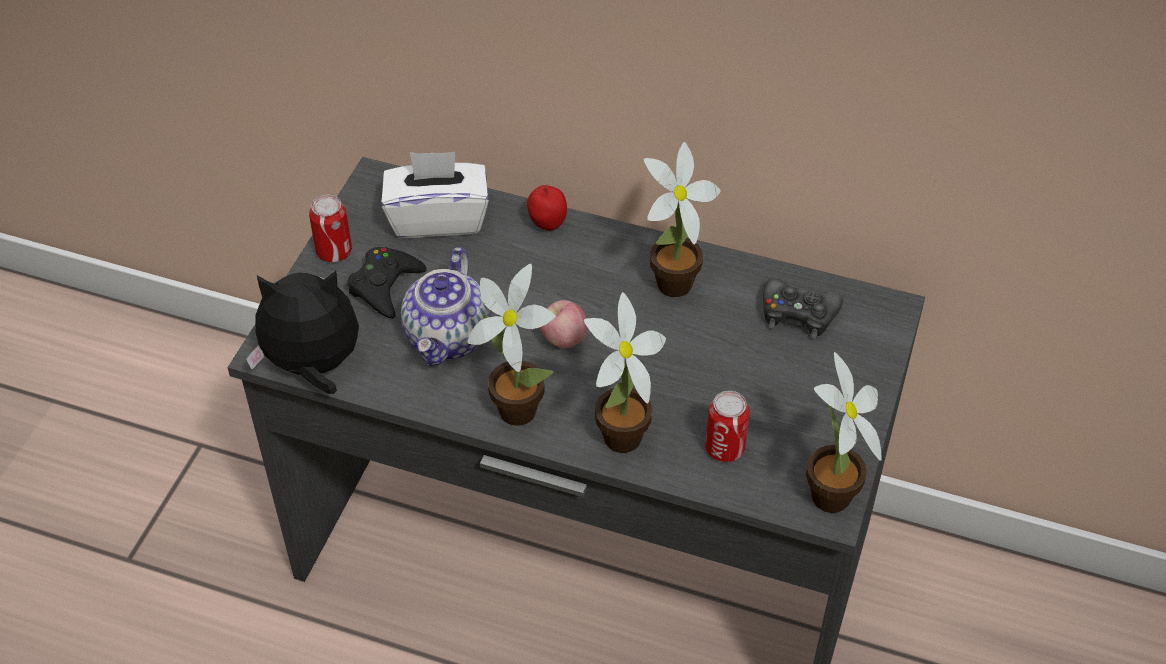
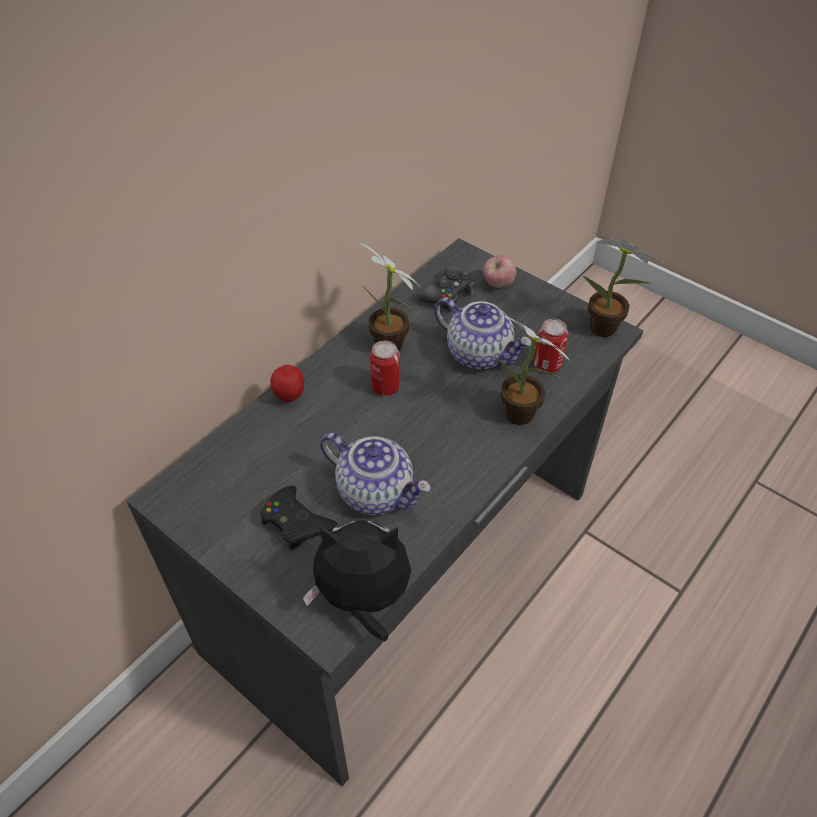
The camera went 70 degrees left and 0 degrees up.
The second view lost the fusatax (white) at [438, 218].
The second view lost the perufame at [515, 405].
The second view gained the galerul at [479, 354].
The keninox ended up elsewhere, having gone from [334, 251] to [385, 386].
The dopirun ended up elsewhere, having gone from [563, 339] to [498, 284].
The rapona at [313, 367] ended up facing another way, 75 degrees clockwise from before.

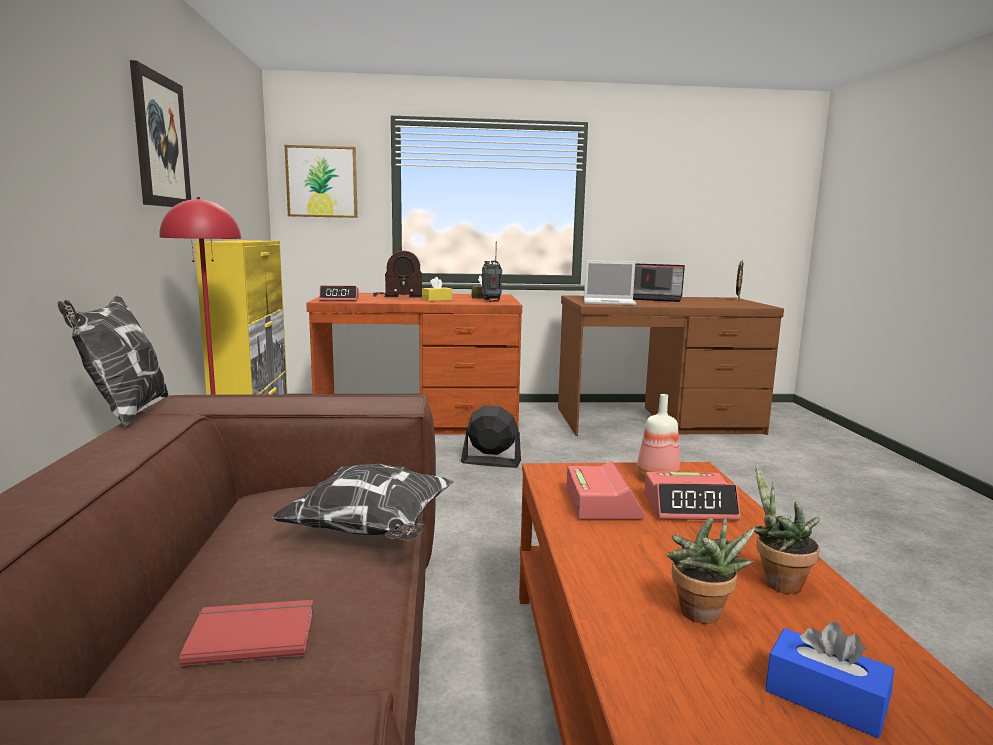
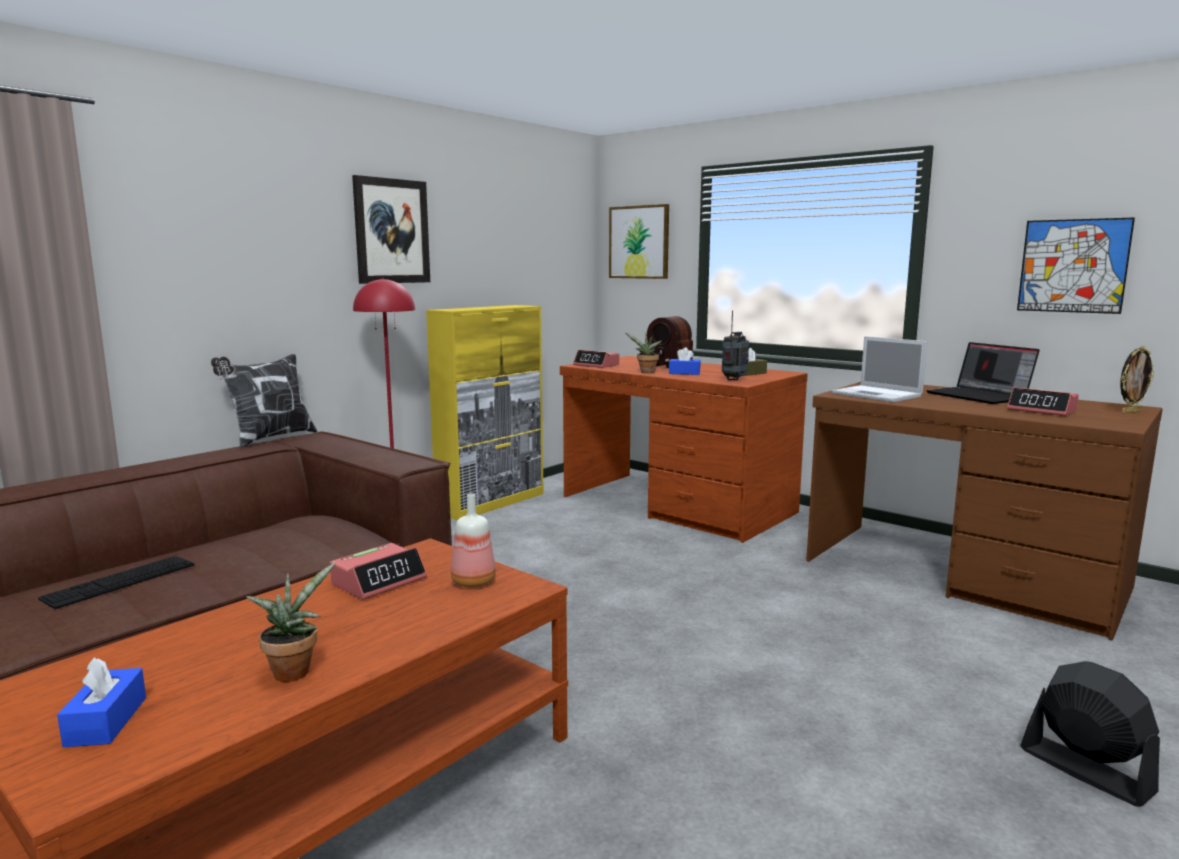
The camera went 45 degrees right and 0 degrees up.
The second view lost the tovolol at [372, 531].
The second view gained the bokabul at [1073, 266].
The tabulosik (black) ended up elsewhere, having gone from [490, 462] to [1085, 770].
The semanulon ended up elsewhere, having gone from [689, 508] to [1042, 410].
The perufame ended up elsewhere, having gone from [702, 617] to [646, 372].
Where the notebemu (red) stood at [252, 634], the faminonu came to stand at [120, 581].
What was the fusatax (yellow) at [437, 300] turned into the fusatax (blue) at [684, 373].

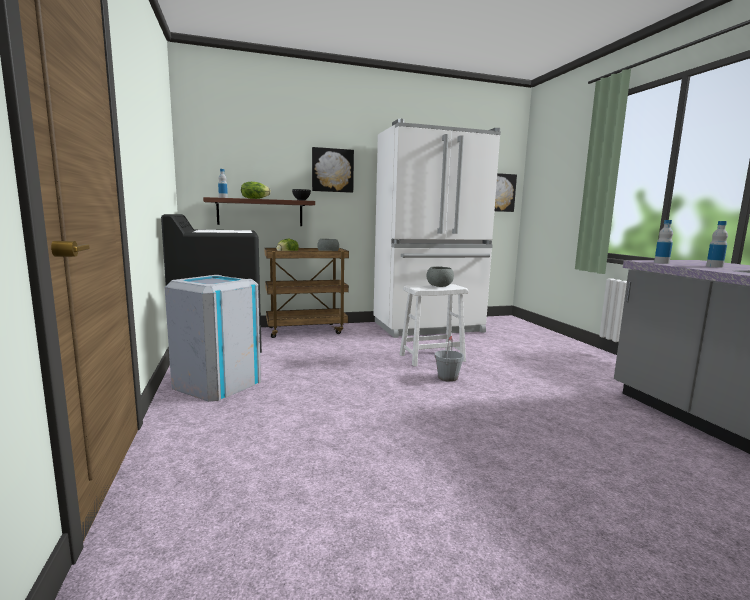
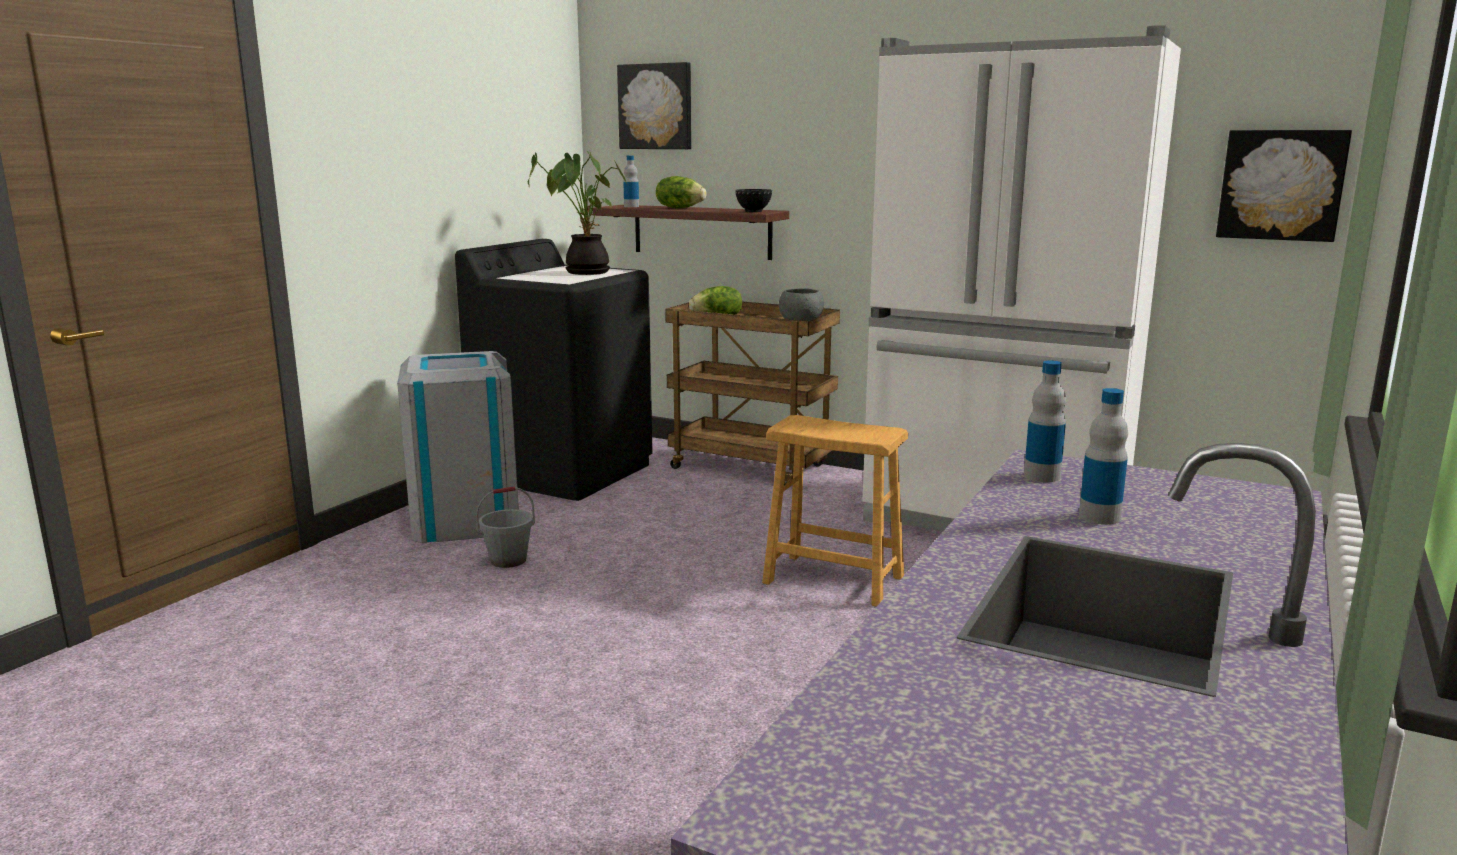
The camera went 45 degrees right and 5 degrees up.
The second view lost the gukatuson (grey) at [439, 286].
The second view gained the perufame at [584, 272].
The bokabul ended up elsewhere, having gone from [332, 170] to [656, 107].
The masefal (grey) ended up elsewhere, having gone from [448, 378] to [508, 560].
What was the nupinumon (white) at [431, 358] turned into the nupinumon (brown) at [833, 579].

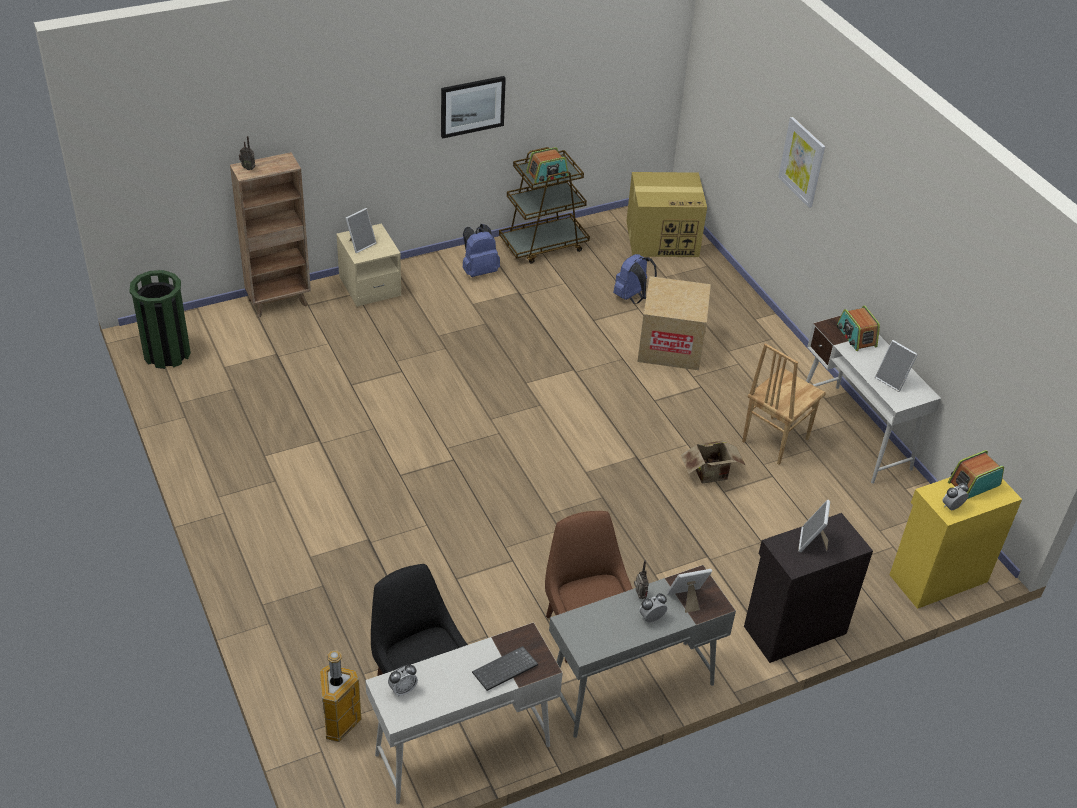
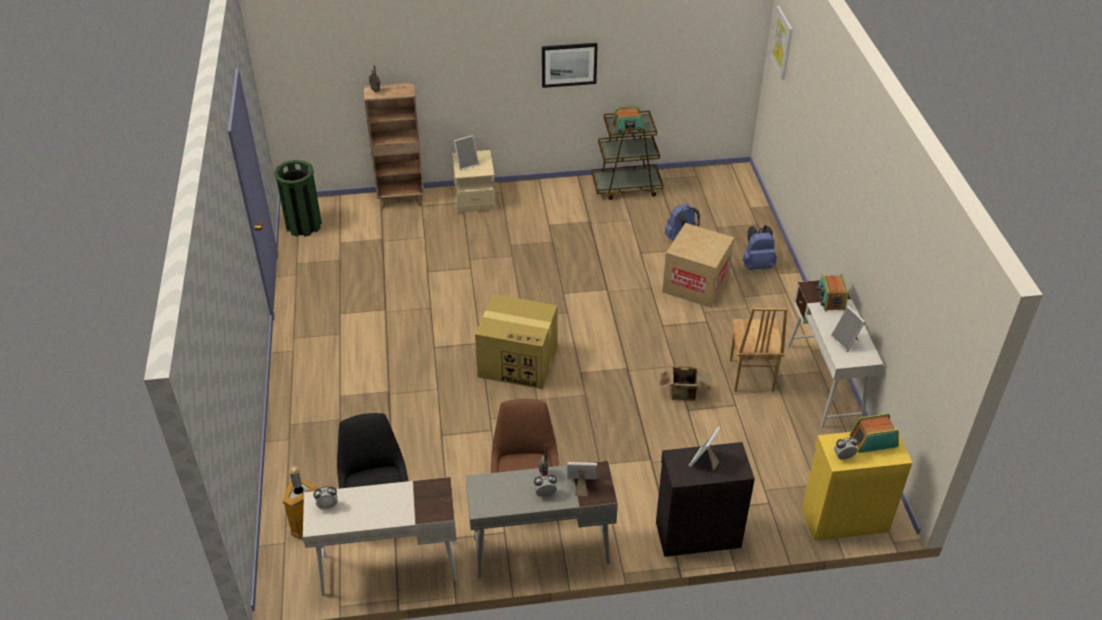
The camera went 20 degrees right and 0 degrees up.
The second view lost the faminonu at [505, 670].
The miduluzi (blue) ended up elsewhere, having gone from [479, 271] to [757, 265].
The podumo ended up elsewhere, having gone from [663, 238] to [519, 362].
The bokabul ended up elsewhere, having gone from [802, 162] to [781, 43].
The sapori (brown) at [774, 440] ended up facing another way, 60 degrees counterclockwise from before.

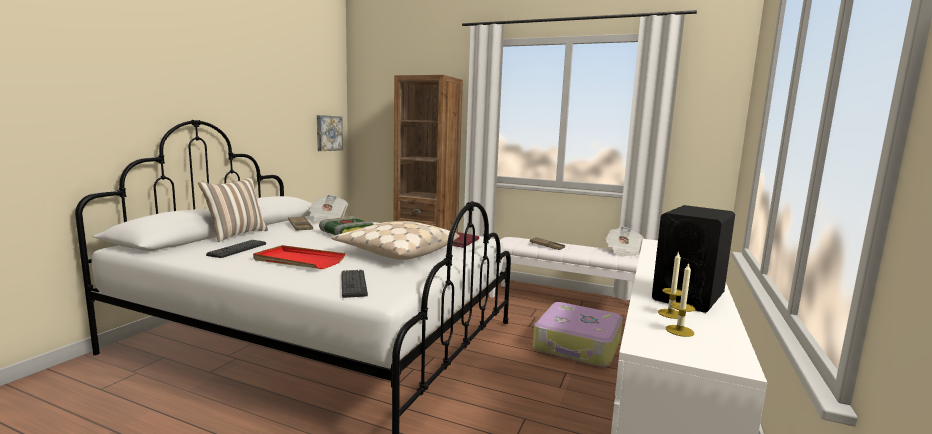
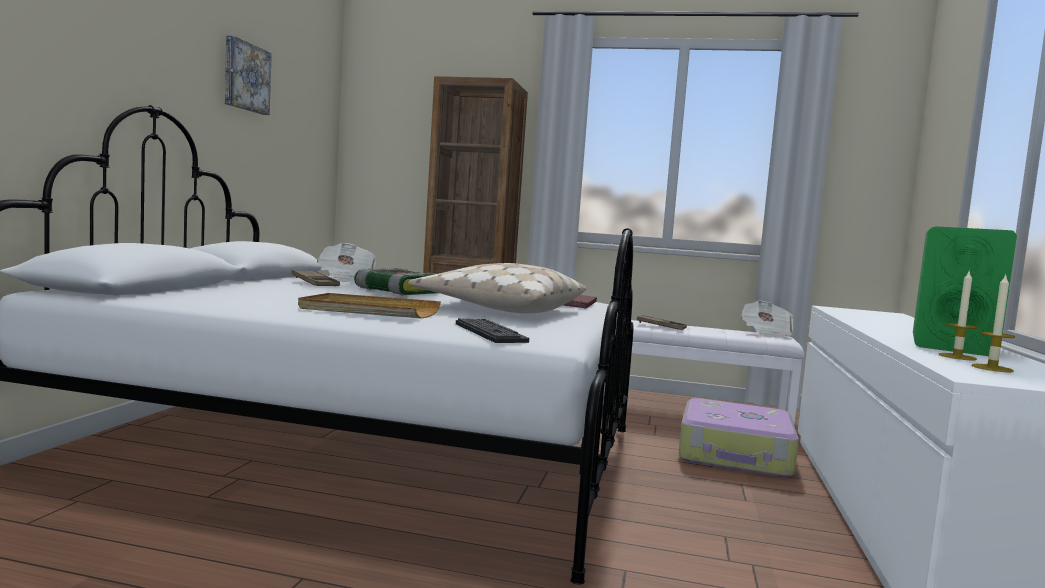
The camera went 10 degrees left and 5 degrees down.
The second view lost the tovolol at [236, 235].
The second view lost the faminonu at [237, 249].
The bokabul ended up elsewhere, having gone from [328, 133] to [245, 77].
What was the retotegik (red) at [298, 260] turned into the retotegik (beige) at [369, 311].
What was the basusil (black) at [688, 296] turned into the basusil (green) at [951, 346].

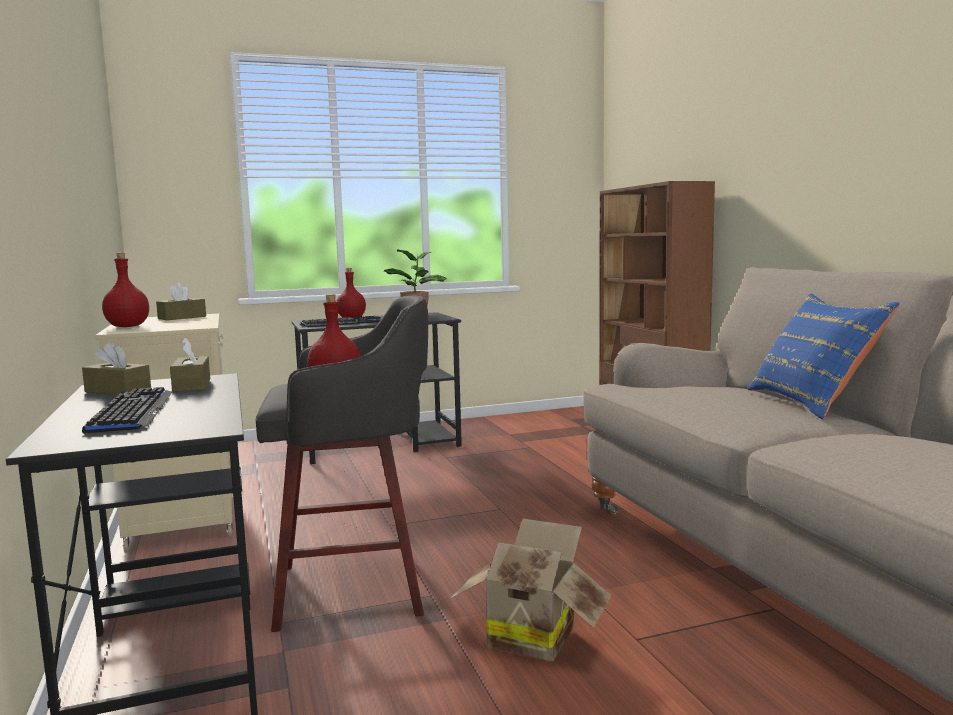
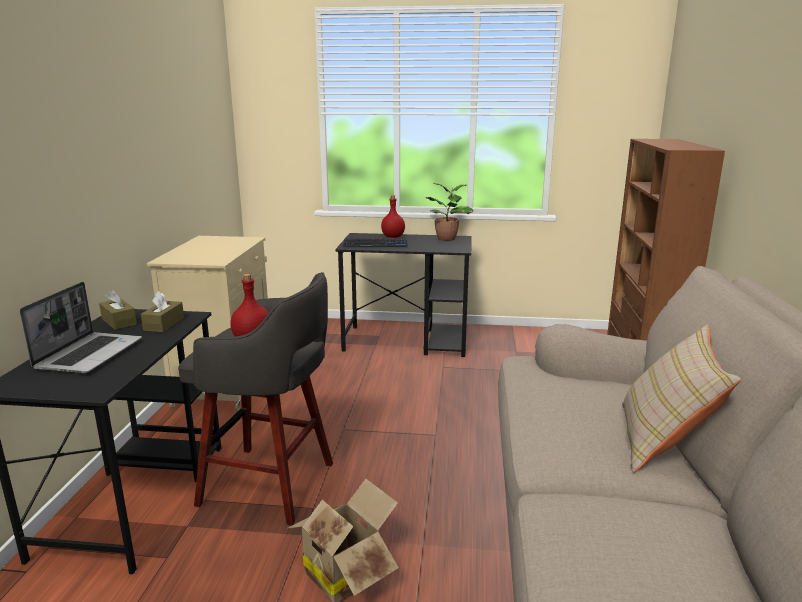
The camera went 25 degrees right and 10 degrees up.
The second view lost the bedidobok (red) at [128, 326].
The second view lost the fusatax (brown) at [182, 317].
Where the faminonu stood at [132, 412], the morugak came to stand at [89, 354].
What was the tovolol (blue) at [813, 402] turned into the tovolol (beige) at [663, 441].

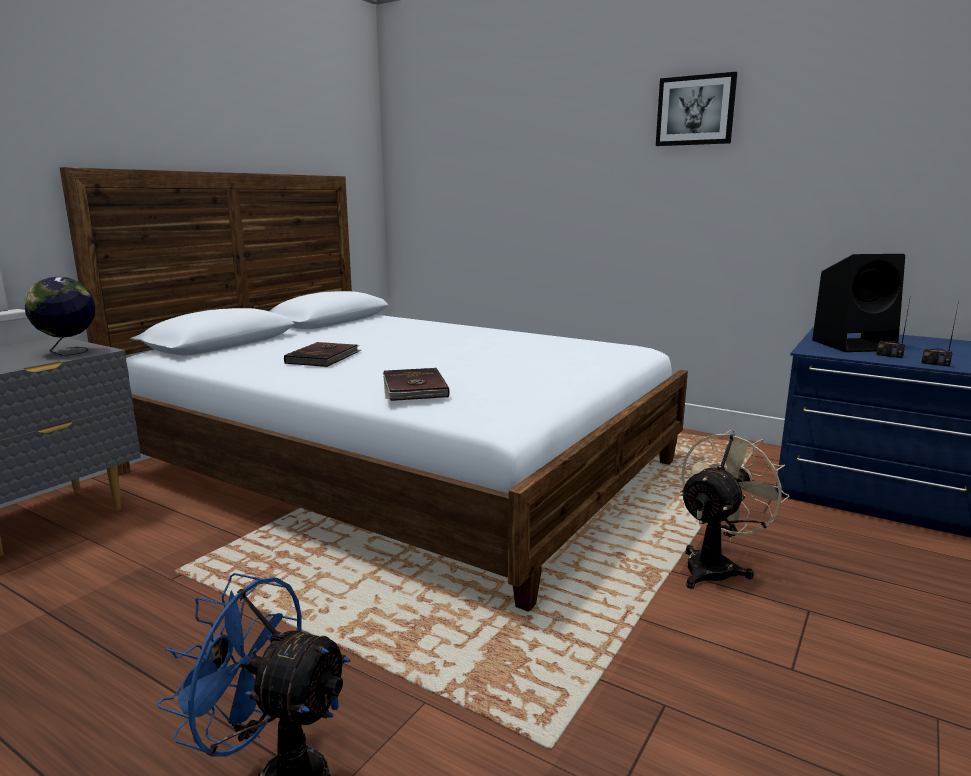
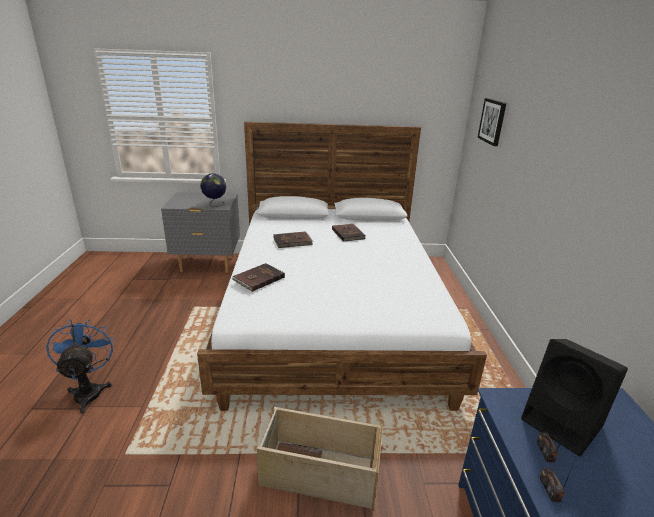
The camera went 55 degrees right and 10 degrees up.
The second view gained the notebemu (brown) at [348, 234].
The bokabul ended up elsewhere, having gone from [695, 110] to [492, 121].
Where the tabulosik (beige) stood at [715, 566], the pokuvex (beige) came to stand at [319, 473].

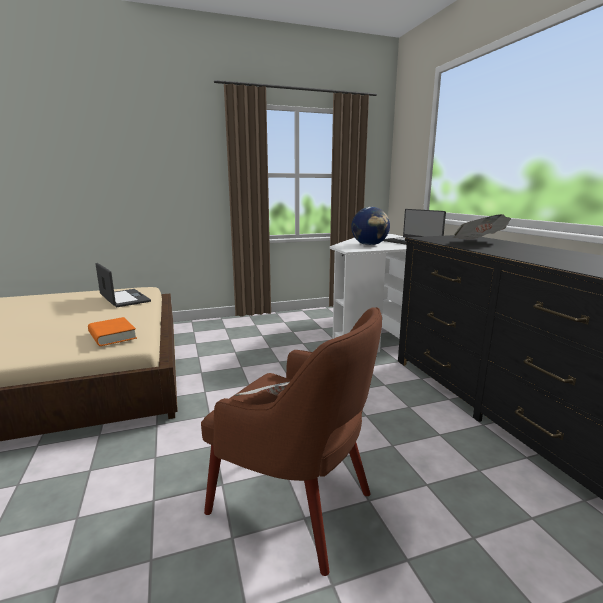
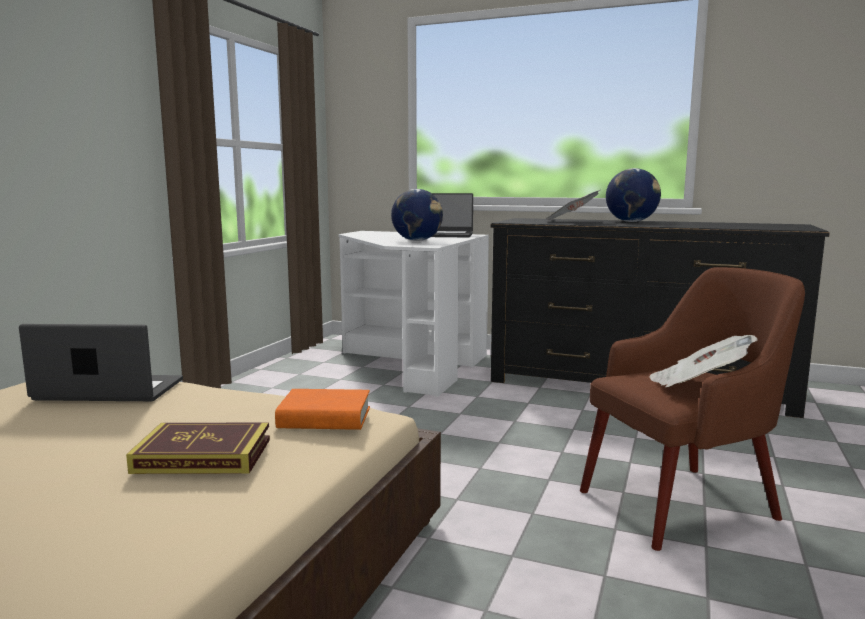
The camera went 50 degrees left and 5 degrees down.
The second view gained the notebemu at [203, 455].
The second view gained the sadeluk at [631, 221].

